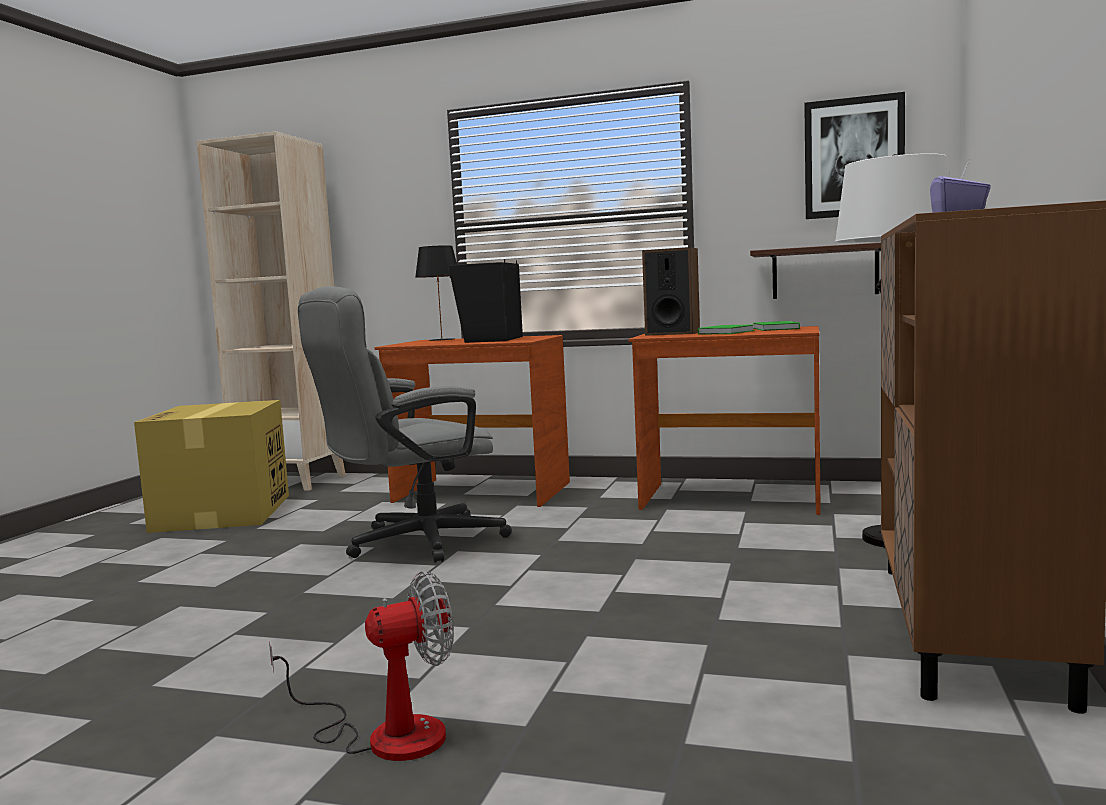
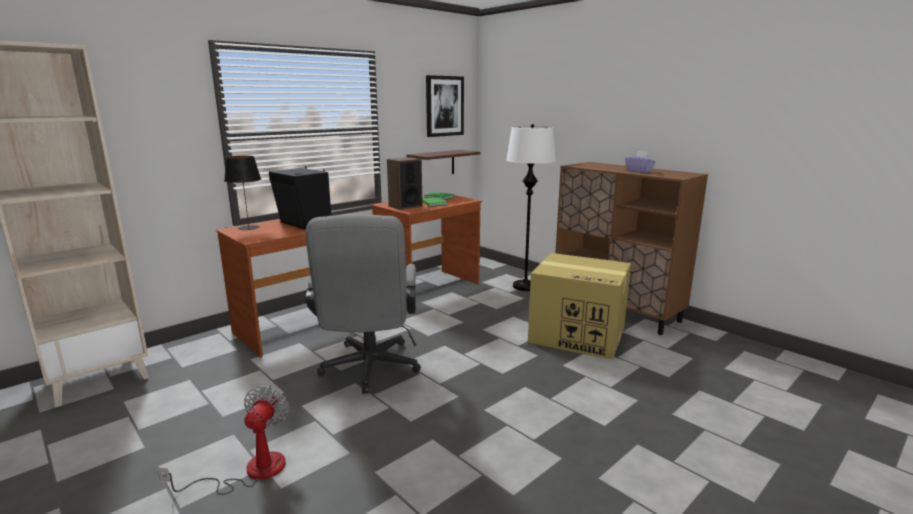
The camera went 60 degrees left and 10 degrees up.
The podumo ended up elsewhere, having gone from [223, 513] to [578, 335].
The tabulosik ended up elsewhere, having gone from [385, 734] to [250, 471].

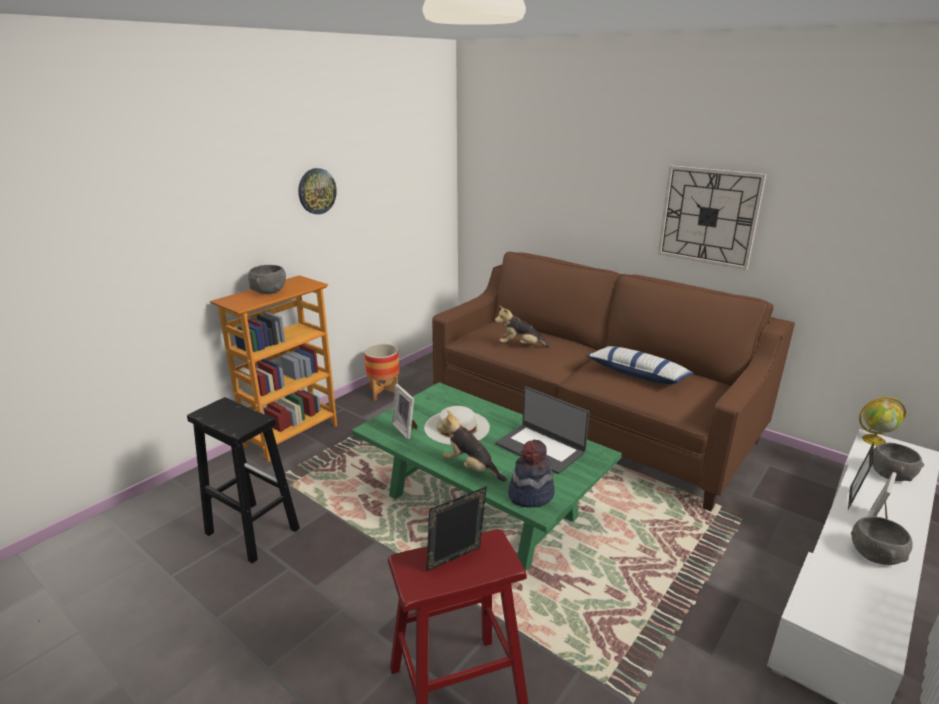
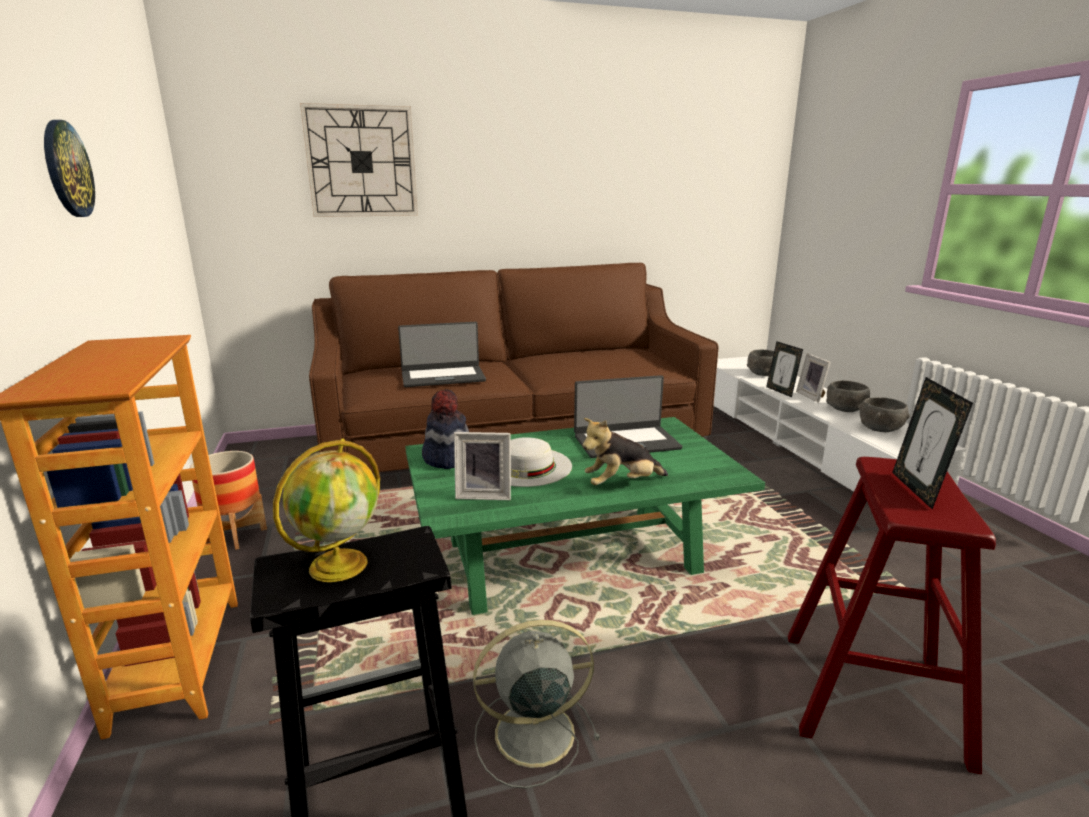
The camera went 55 degrees left and 5 degrees down.
The second view lost the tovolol at [637, 374].
The second view gained the tabulosik (grey) at [530, 734].
The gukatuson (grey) ended up elsewhere, having gone from [269, 291] to [880, 429].
The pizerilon ended up elsewhere, having gone from [530, 494] to [447, 458].
The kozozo ended up elsewhere, having gone from [708, 216] to [361, 162].
The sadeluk ended up elsewhere, having gone from [874, 440] to [340, 564].
Where the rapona stood at [520, 346], the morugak came to stand at [443, 377].

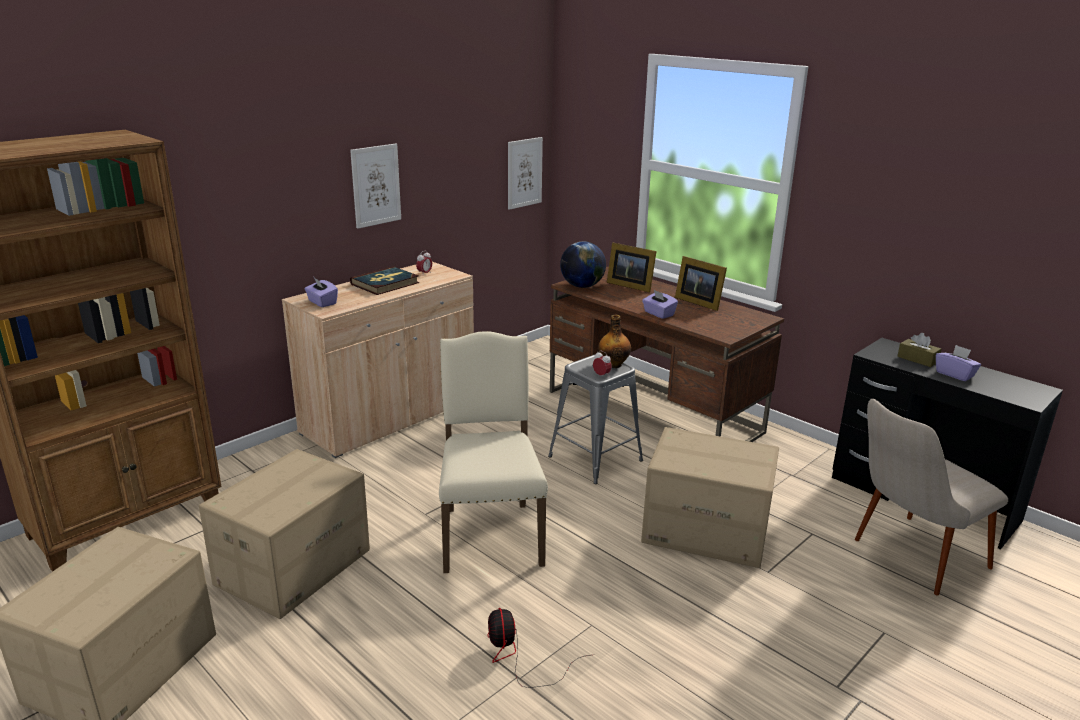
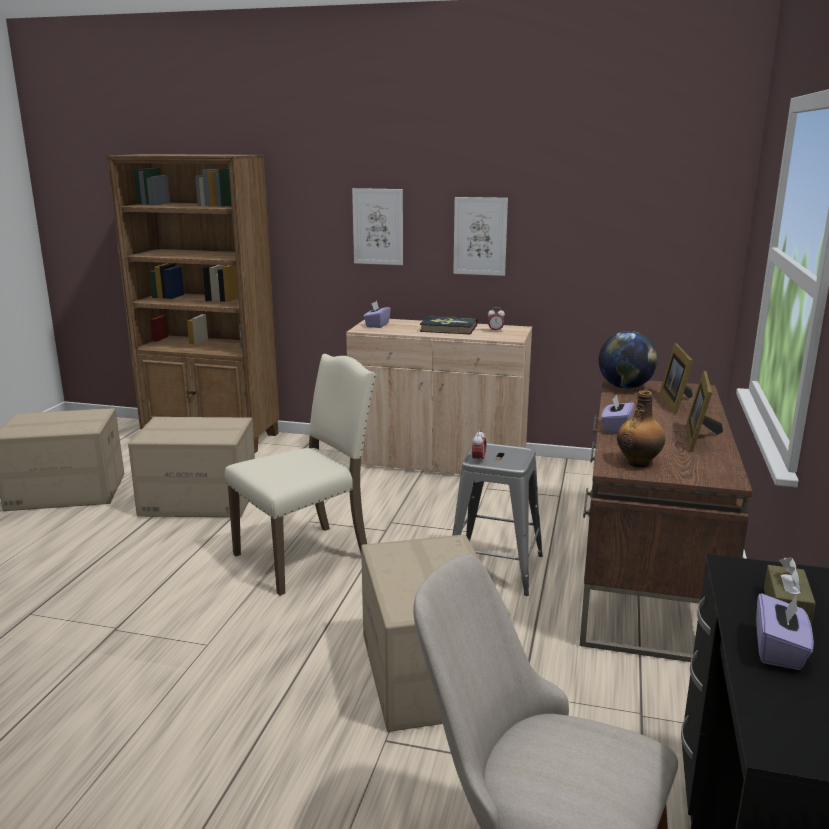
The camera went 60 degrees right and 5 degrees down.
The second view lost the tabulosik at [518, 657].
The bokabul ended up elsewhere, having gone from [524, 173] to [378, 226].
The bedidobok ended up elsewhere, having gone from [614, 364] to [639, 463].

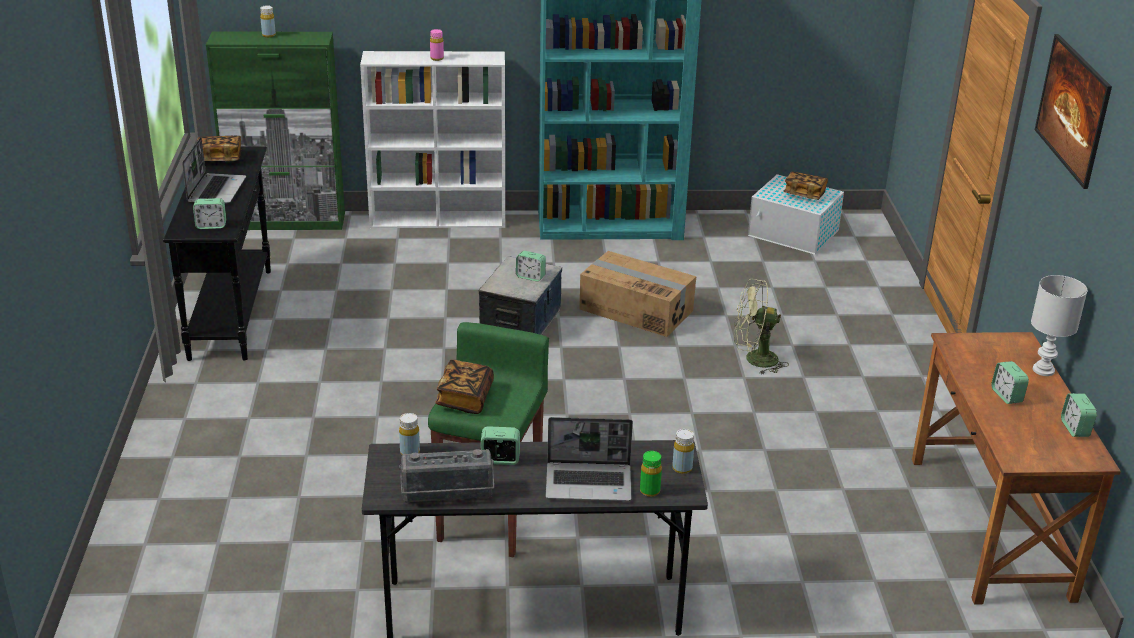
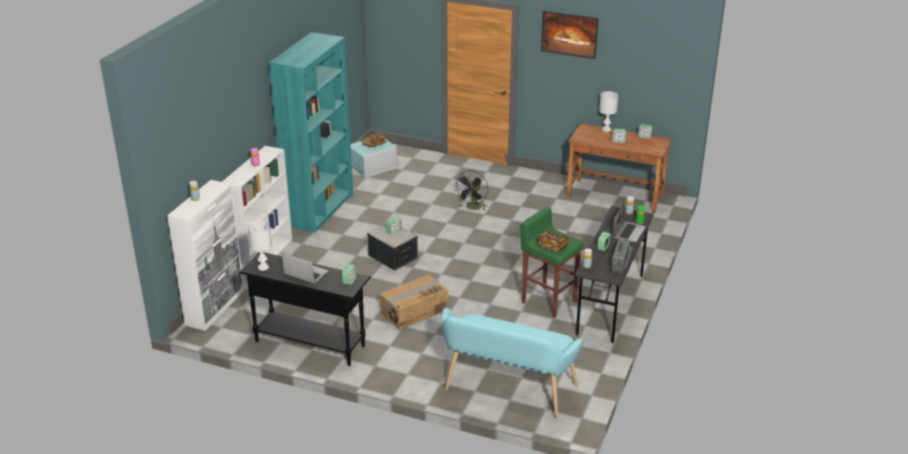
The camera went 65 degrees left and 0 degrees up.
The second view gained the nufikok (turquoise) at [506, 391].
The podumo ended up elsewhere, having gone from [636, 309] to [414, 311].
Where the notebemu stood at [220, 159], the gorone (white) came to stand at [263, 267].
What was the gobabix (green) at [287, 221] turned into the gobabix (white) at [215, 307].
What was the tabulosik (green) at [754, 360] turned into the tabulosik (black) at [473, 208].

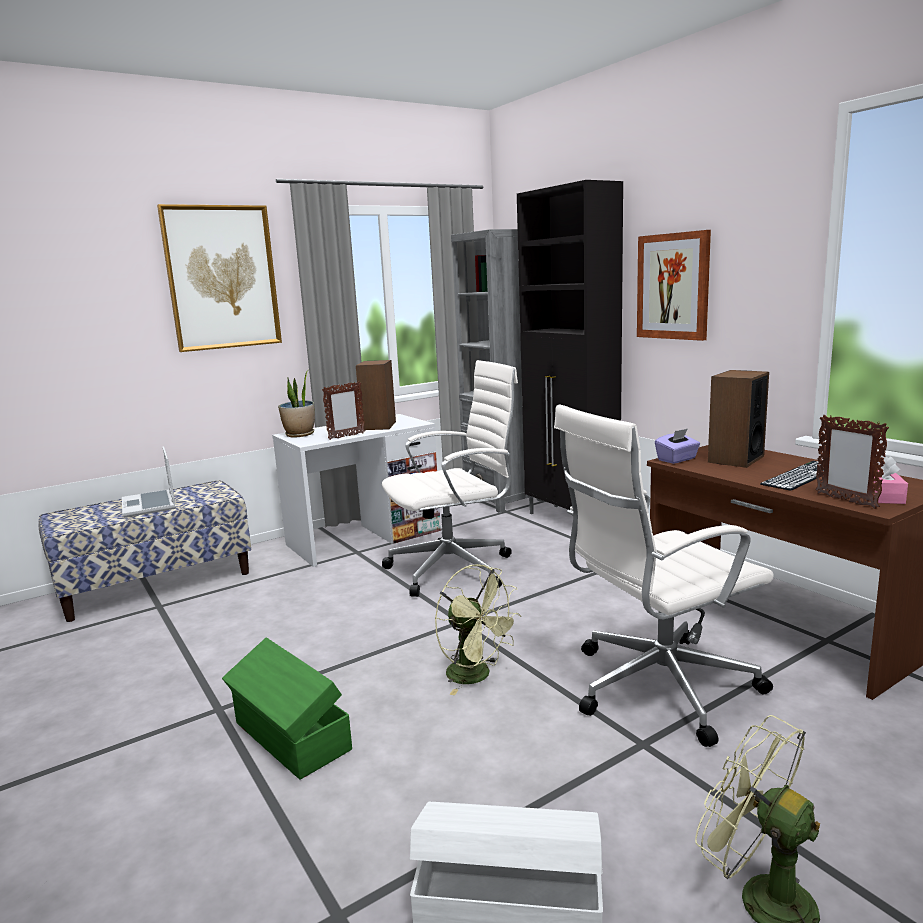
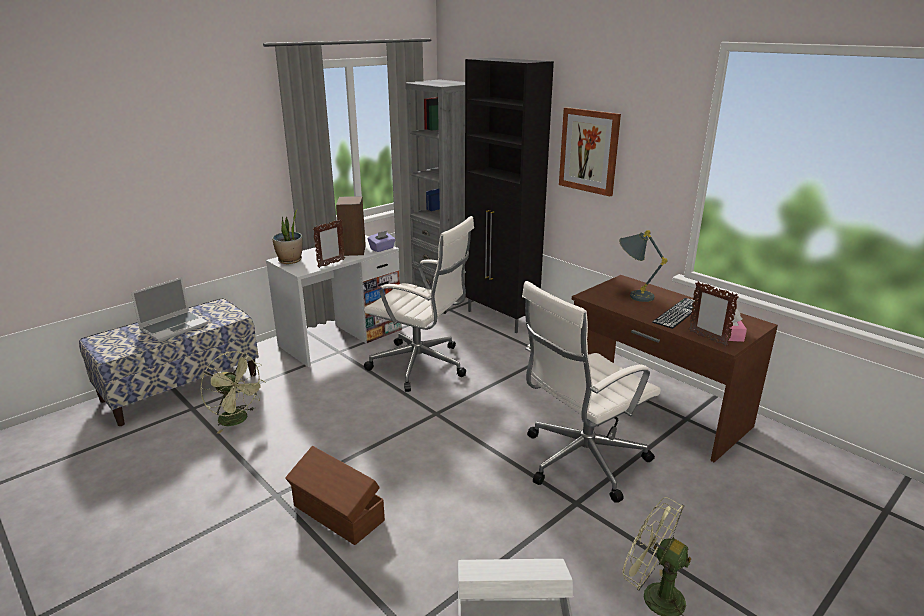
The camera went 10 degrees left and 10 degrees up.
The second view lost the bokabul at [222, 278].
The tabulosik (green) ended up elsewhere, having gone from [477, 676] to [238, 420].
The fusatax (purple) ended up elsewhere, having gone from [677, 459] to [382, 249].
Where the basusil stood at [735, 459], the gorone (grey) came to stand at [633, 295].
What was the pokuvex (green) at [291, 737] turned into the pokuvex (brown) at [338, 514].
The morugak at [150, 505] ended up facing another way, 105 degrees counterclockwise from before.
The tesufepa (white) at [455, 569] ended up facing another way, 60 degrees clockwise from before.

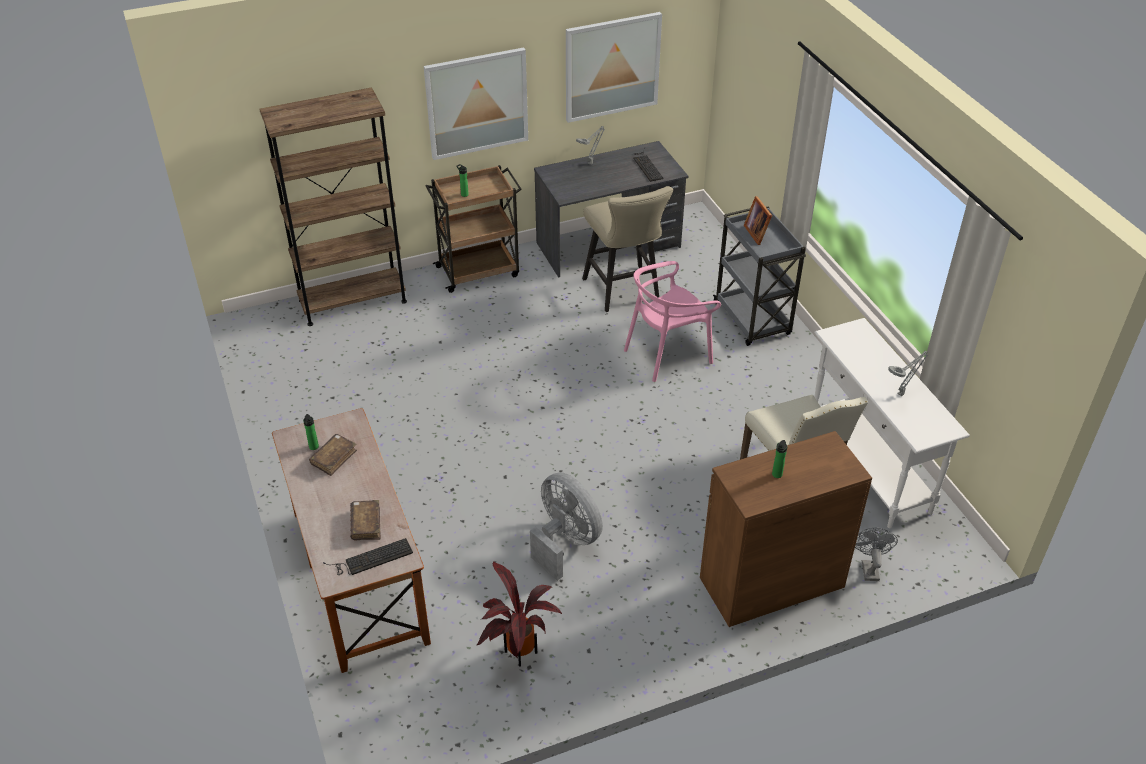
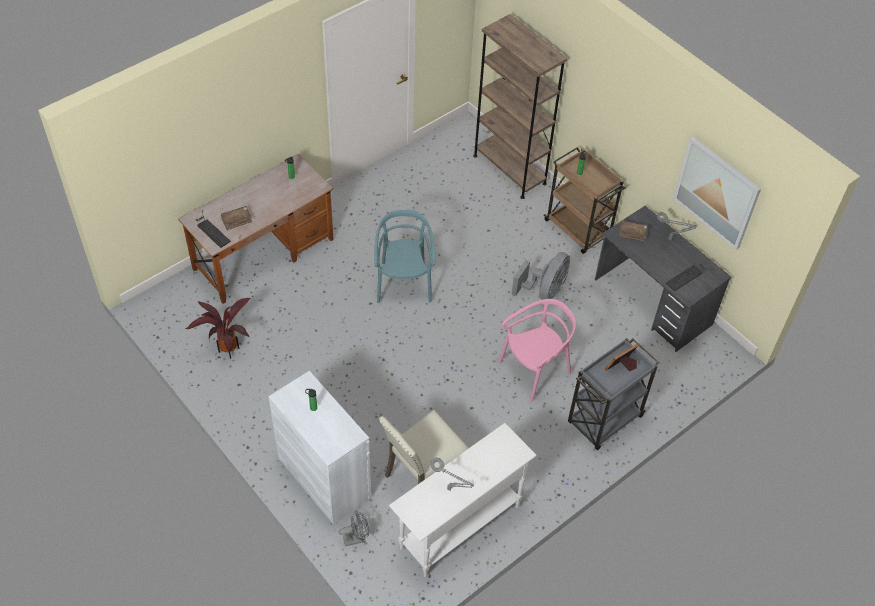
The camera went 70 degrees right and 10 degrees up.
The second view lost the bokabul at [477, 103].
The second view lost the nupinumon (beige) at [624, 292].
The second view gained the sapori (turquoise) at [403, 283].
The notebemu (brown) ended up elsewhere, having gone from [334, 458] to [632, 233].
The tabulosik (grey) ended up elsewhere, having gone from [565, 541] to [544, 291].
What was the gobabix (brown) at [771, 582] turned into the gobabix (white) at [324, 477].
The sapori (pink) at [667, 354] ended up facing another way, 105 degrees clockwise from before.

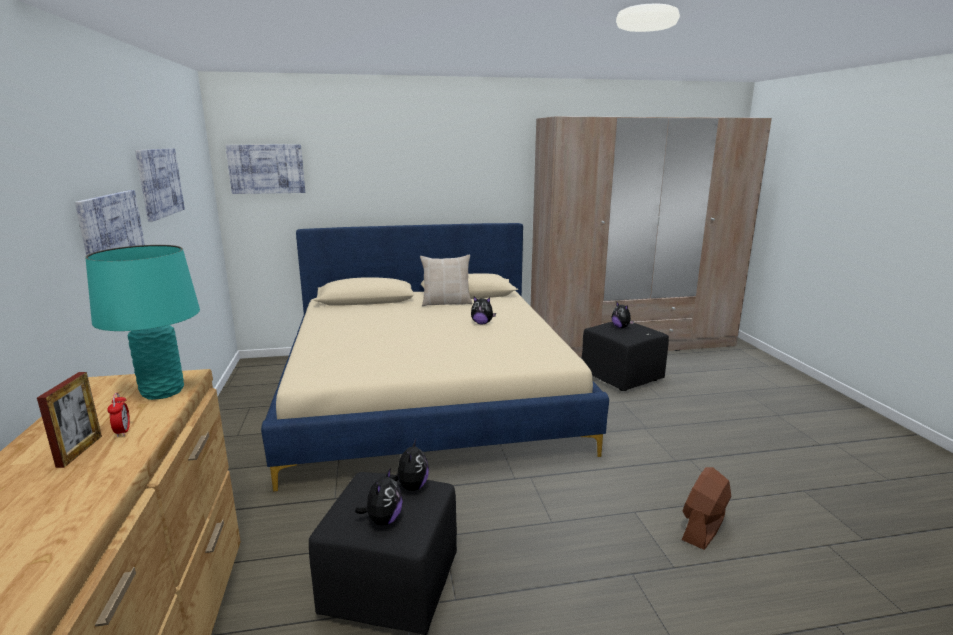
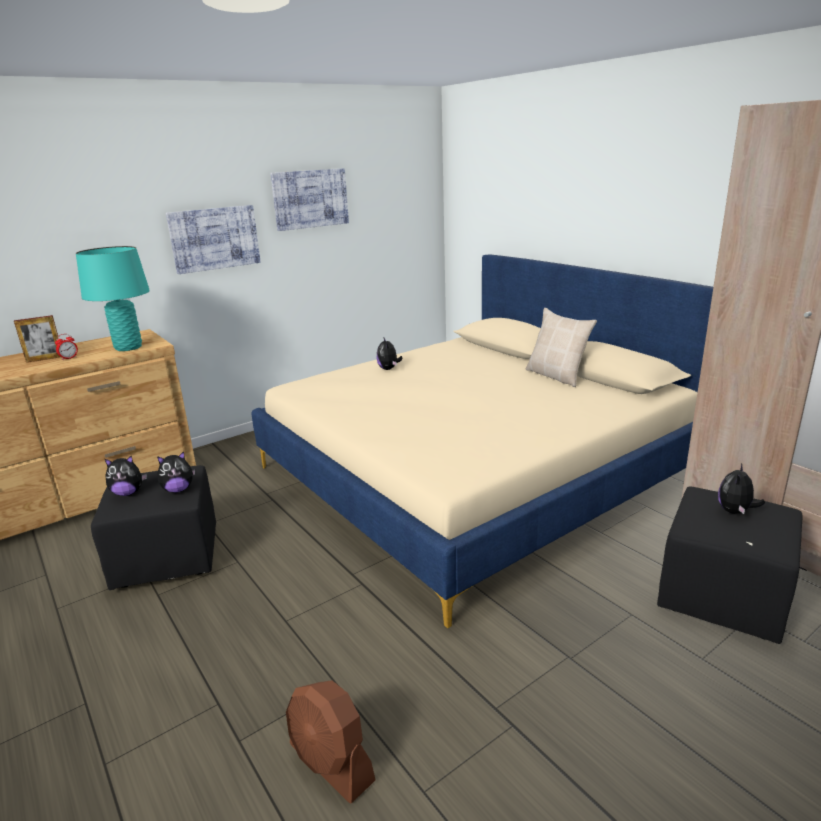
The camera went 65 degrees right and 5 degrees up.
The second view lost the bokabul at [266, 169].
The rapona ended up elsewhere, having gone from [482, 323] to [389, 369].
The tabulosik (brown) at [703, 528] ended up facing another way, 150 degrees counterclockwise from before.

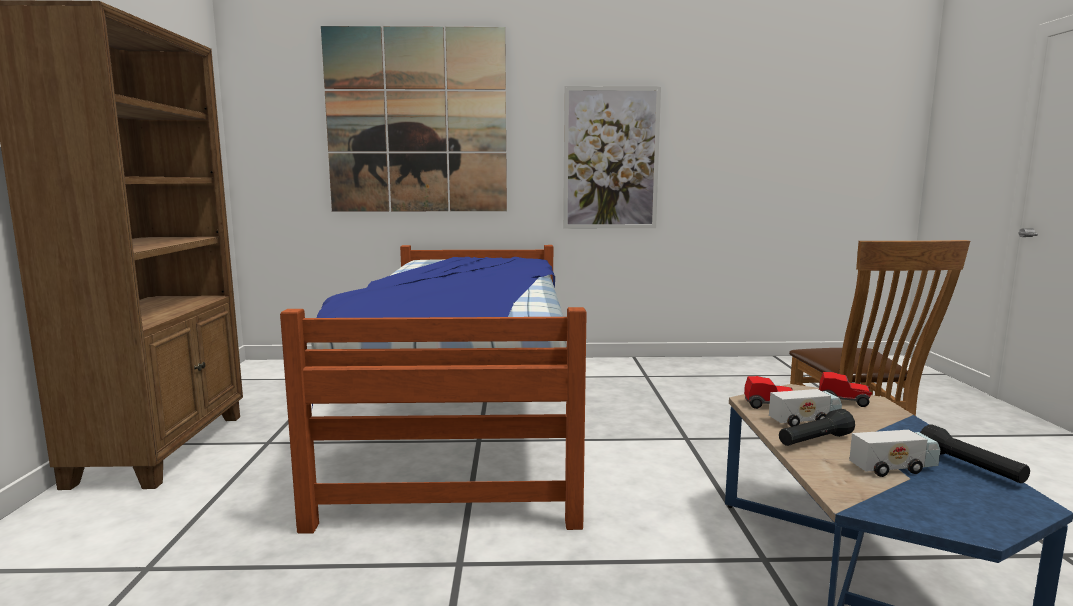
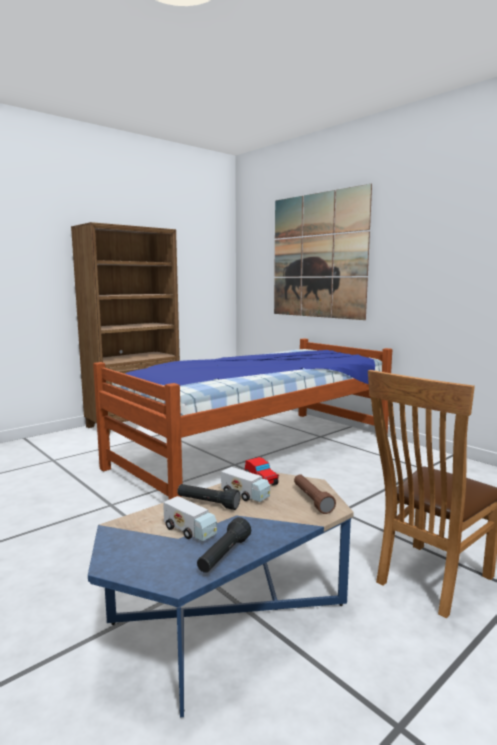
The camera went 50 degrees right and 0 degrees up.
The second view lost the bokabul at [611, 158].
Where the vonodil stood at [843, 401], the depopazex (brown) came to stand at [312, 500].

